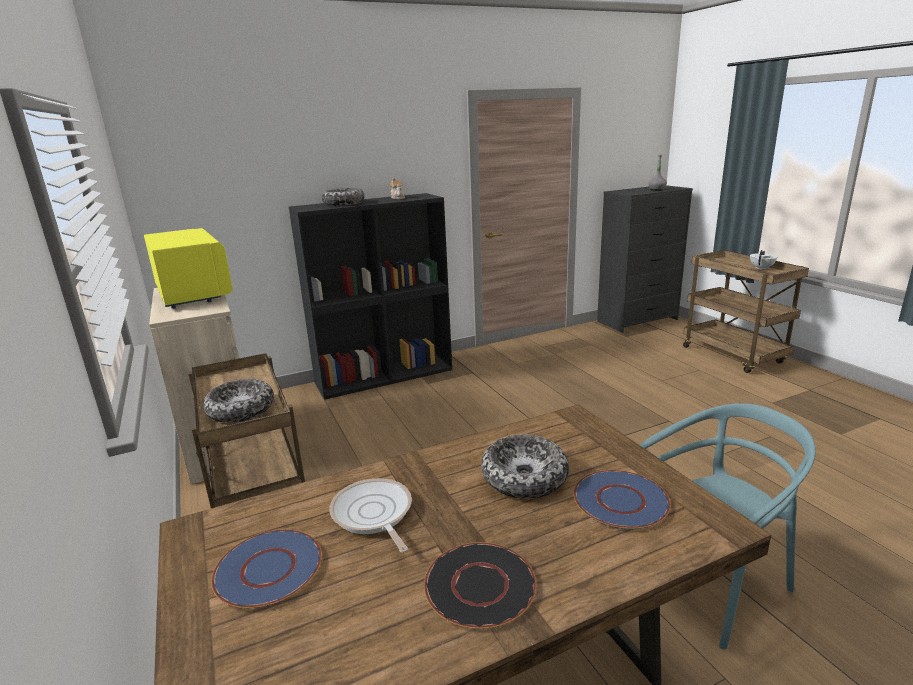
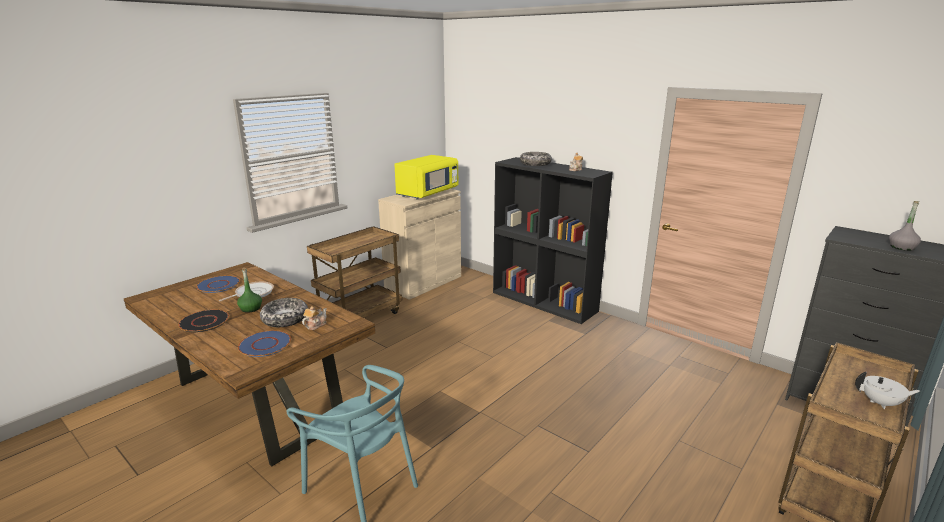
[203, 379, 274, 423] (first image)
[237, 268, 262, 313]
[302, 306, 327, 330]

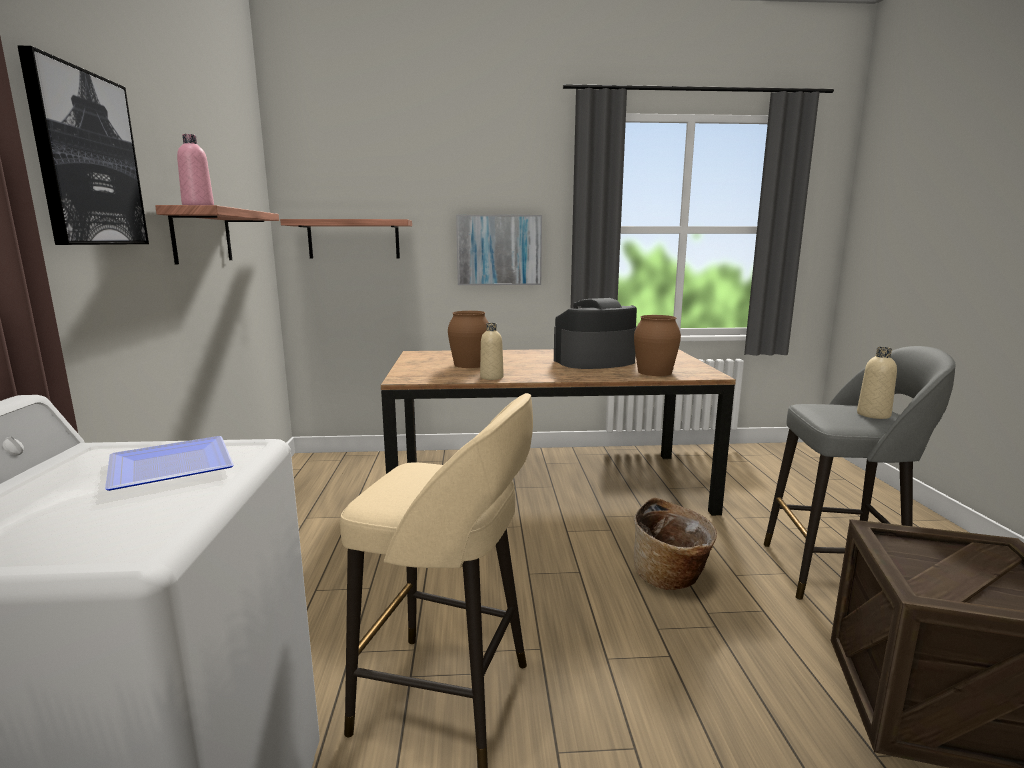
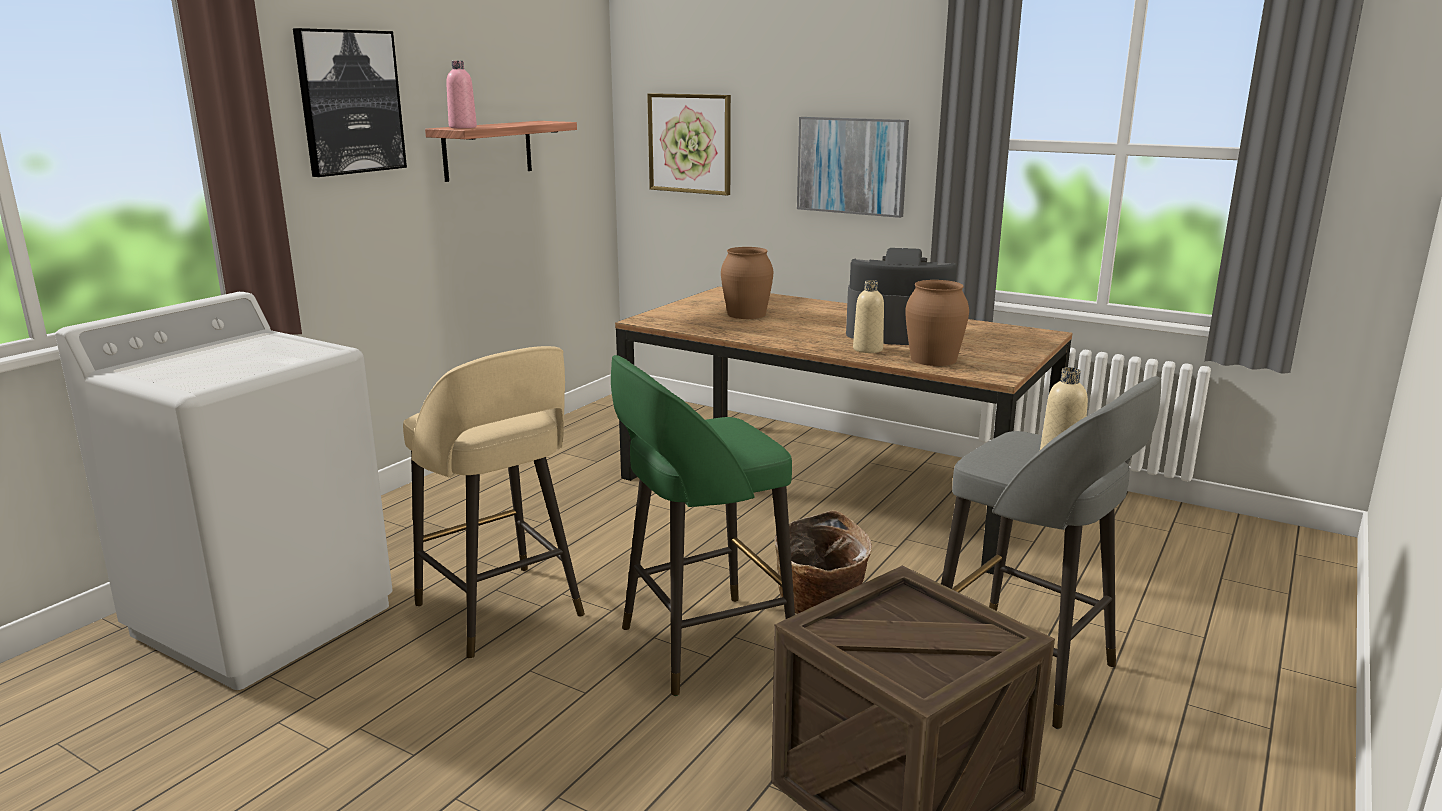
[647, 93, 731, 196]
[853, 280, 884, 353]
[105, 436, 234, 491] (first image)
[611, 355, 795, 696]

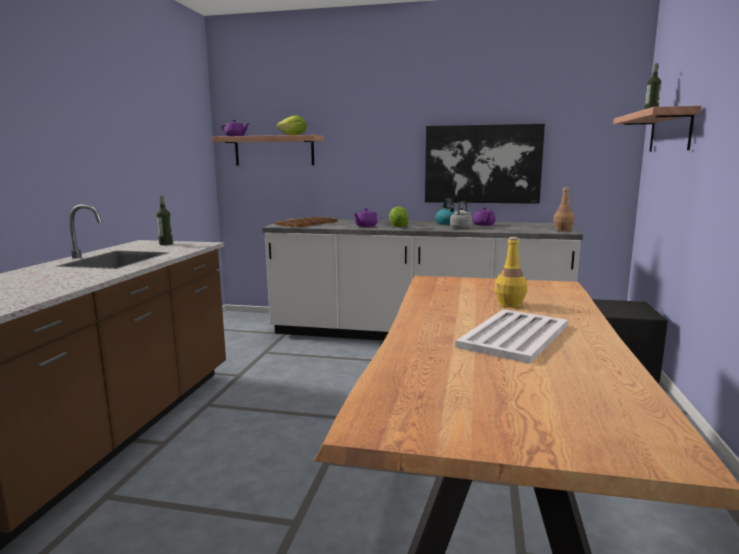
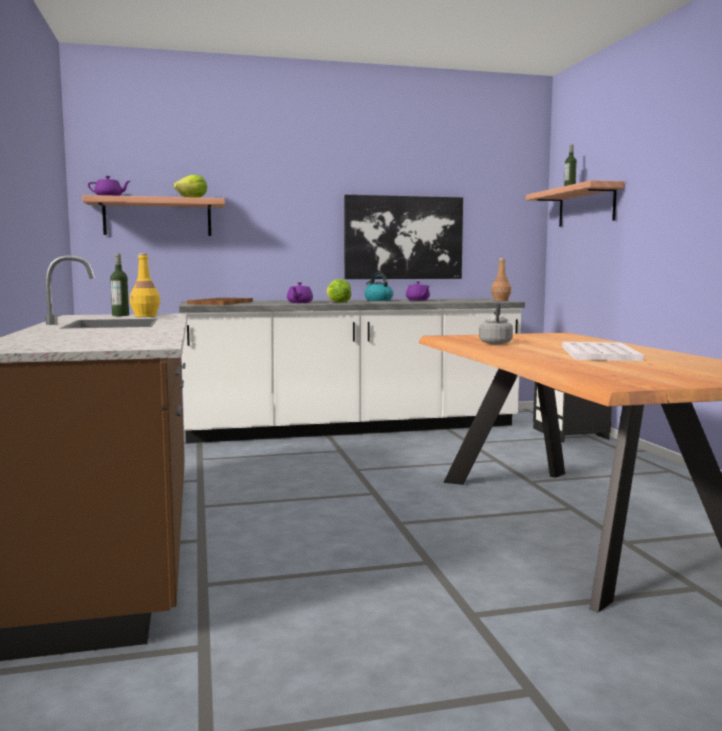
[479, 302, 513, 344]
[130, 253, 160, 317]

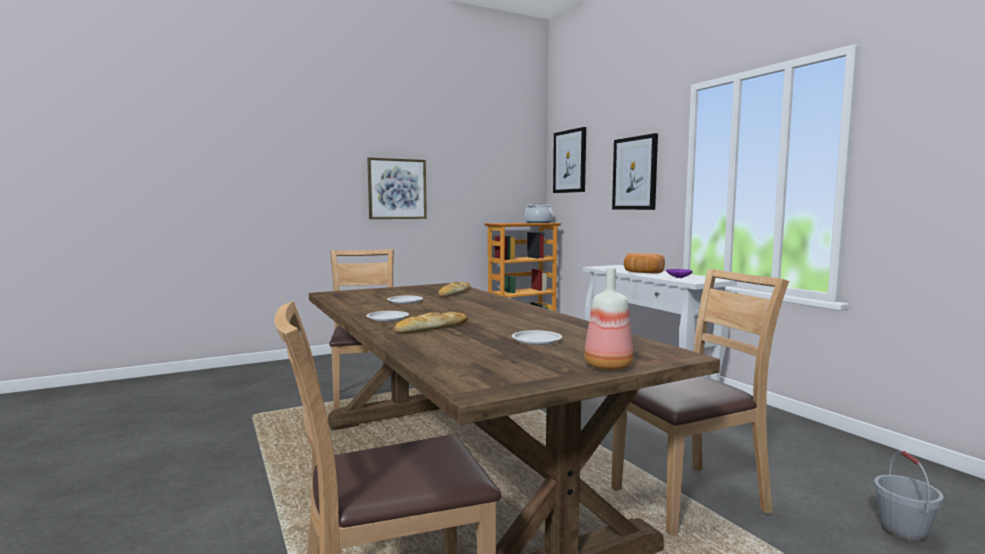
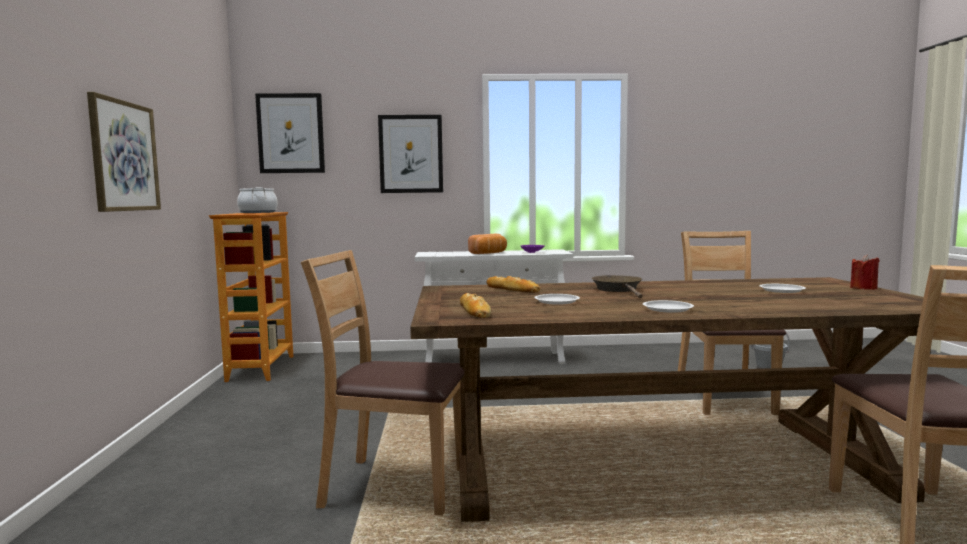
[850, 255, 880, 290]
[460, 293, 491, 318]
[591, 275, 643, 298]

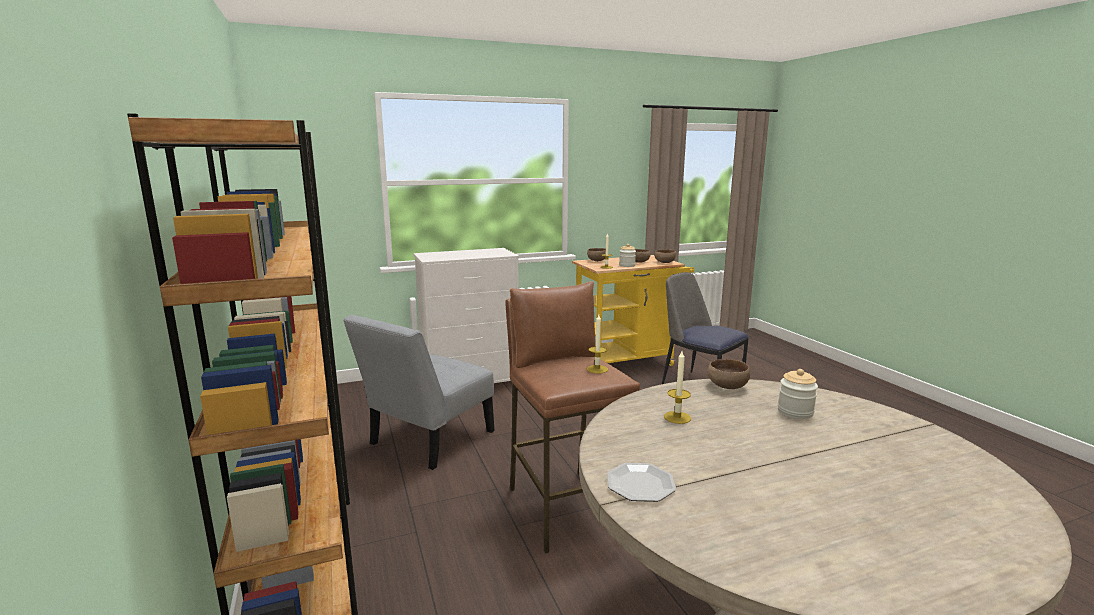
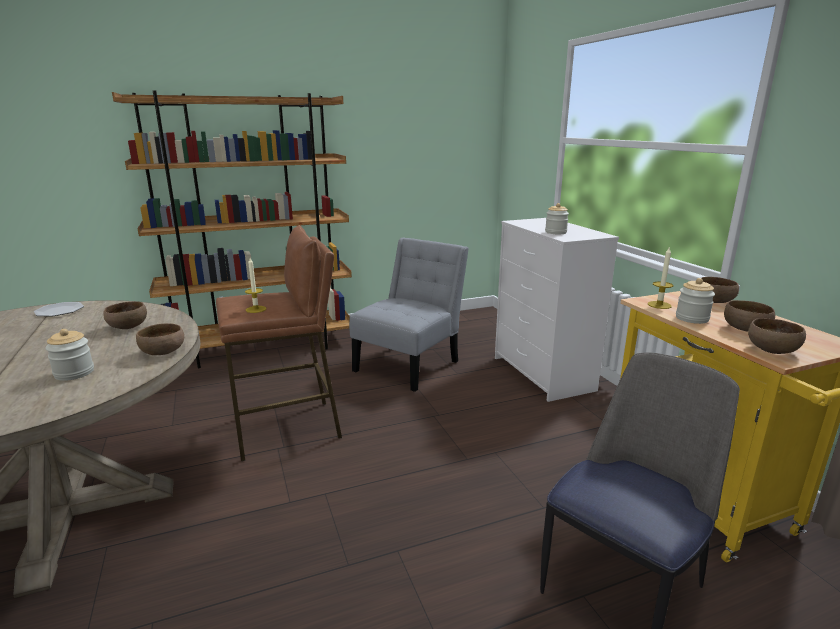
[349, 238, 469, 392]
[103, 301, 147, 329]
[545, 203, 569, 234]

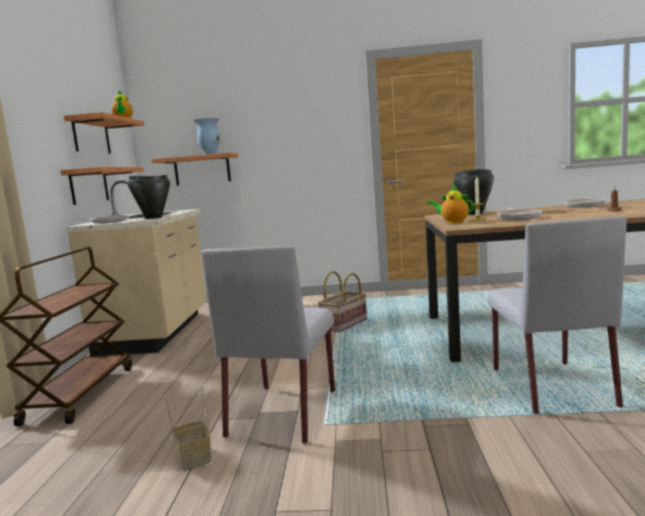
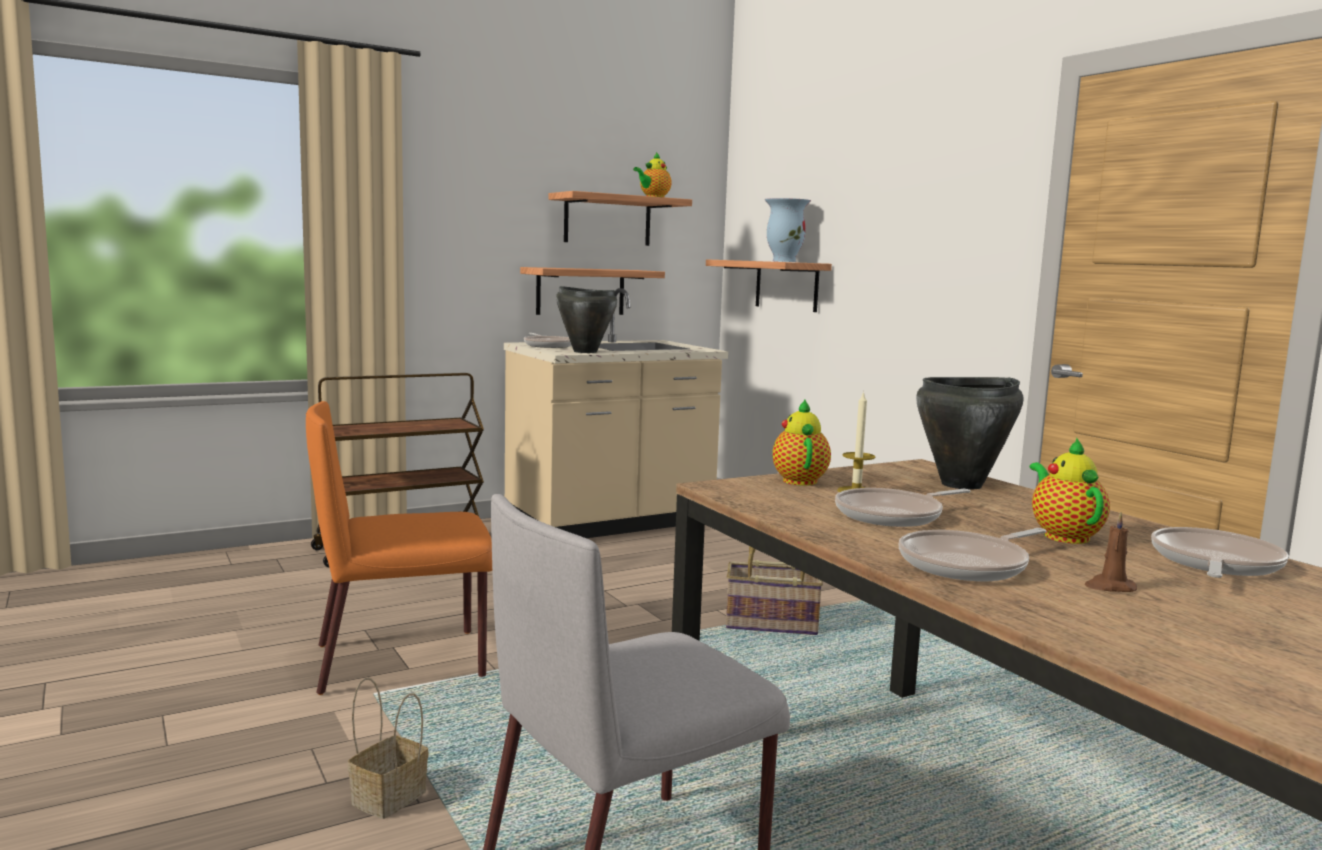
[306, 401, 492, 695]
[348, 678, 428, 819]
[1030, 438, 1110, 544]
[898, 528, 1047, 581]

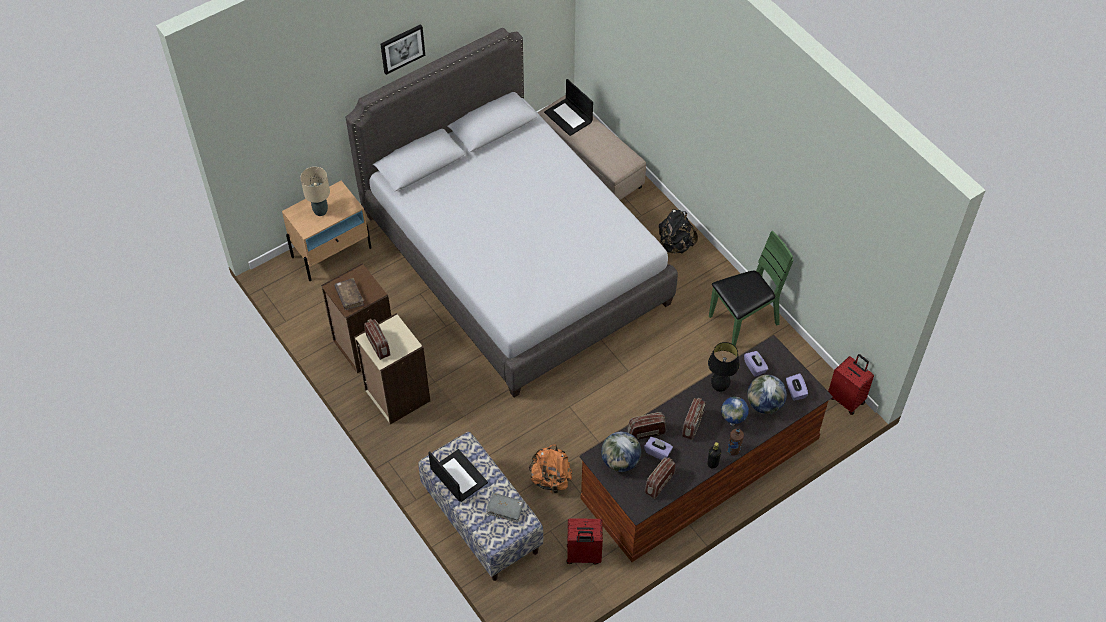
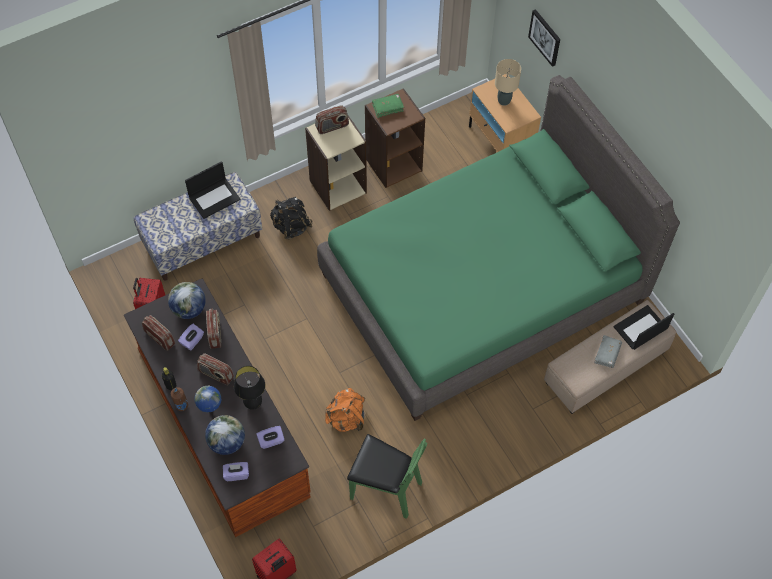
[528, 9, 560, 67]
[317, 75, 680, 421]
[270, 197, 313, 239]
[347, 434, 427, 519]
[372, 94, 404, 118]
[325, 388, 365, 432]
[594, 335, 622, 368]

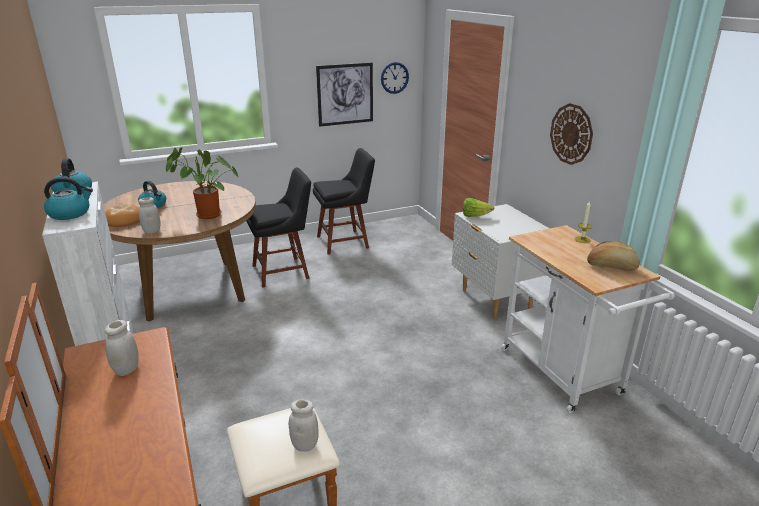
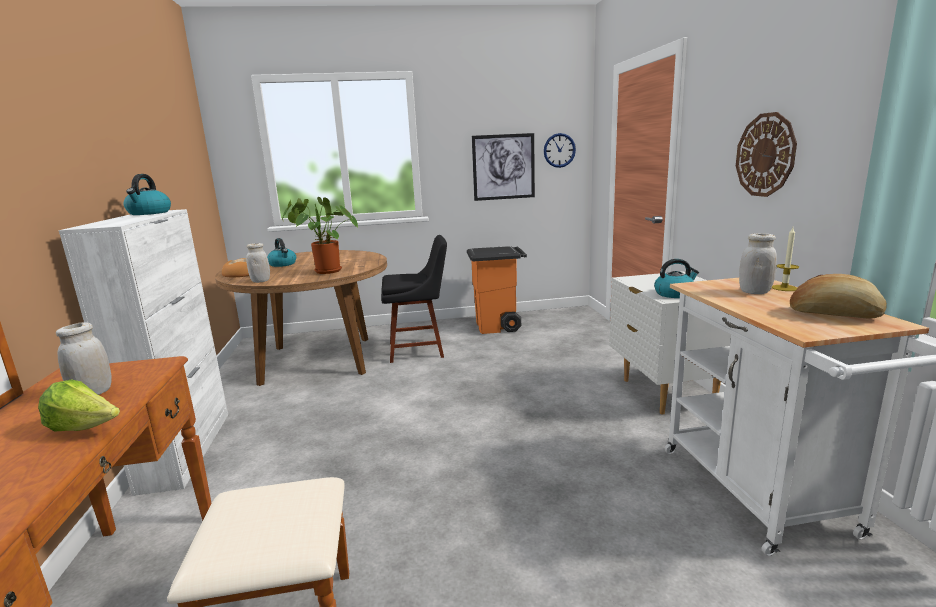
[467, 246, 527, 334]
[654, 259, 699, 298]
[38, 379, 120, 431]
[739, 233, 777, 294]

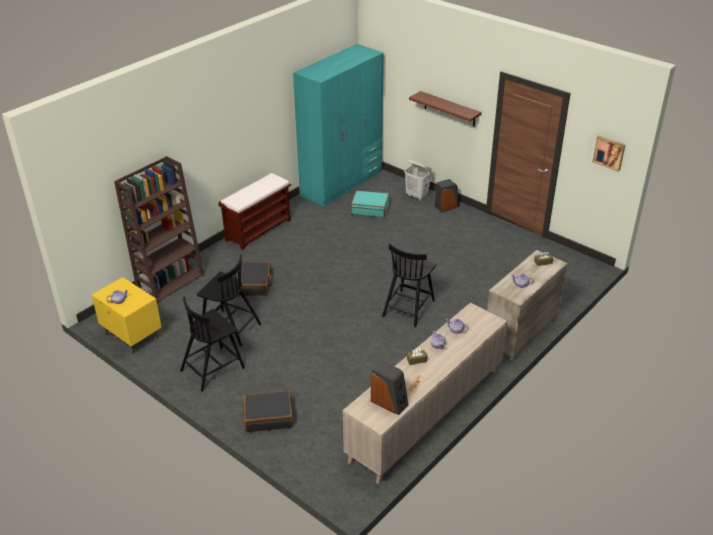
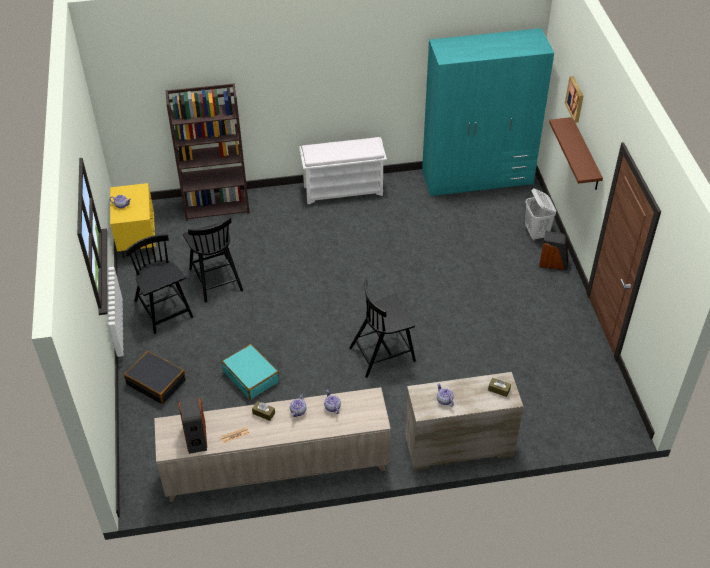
[565, 76, 584, 123]
[299, 137, 387, 204]
[222, 344, 279, 400]
[239, 262, 272, 296] (first image)
[125, 234, 193, 334]

